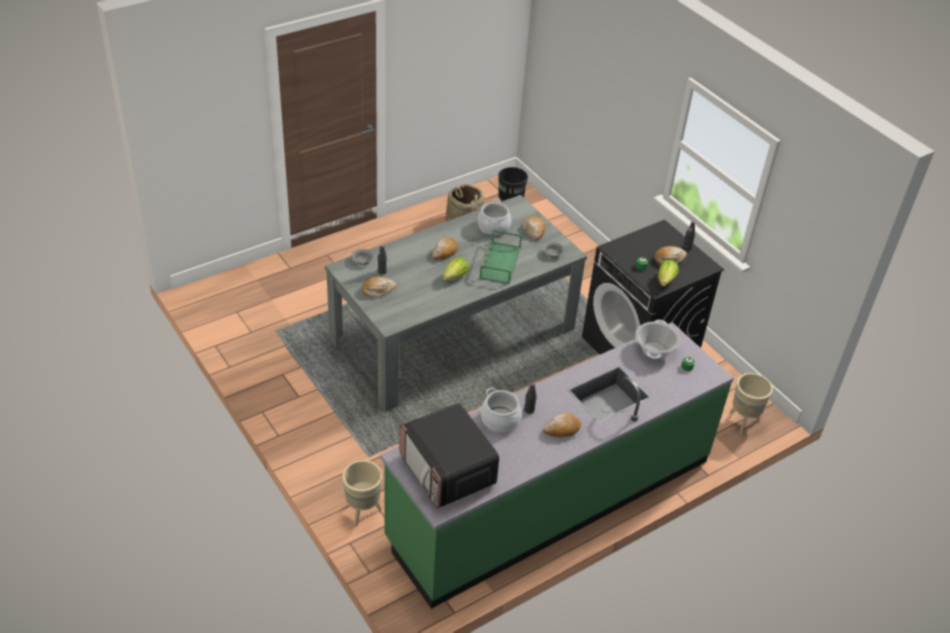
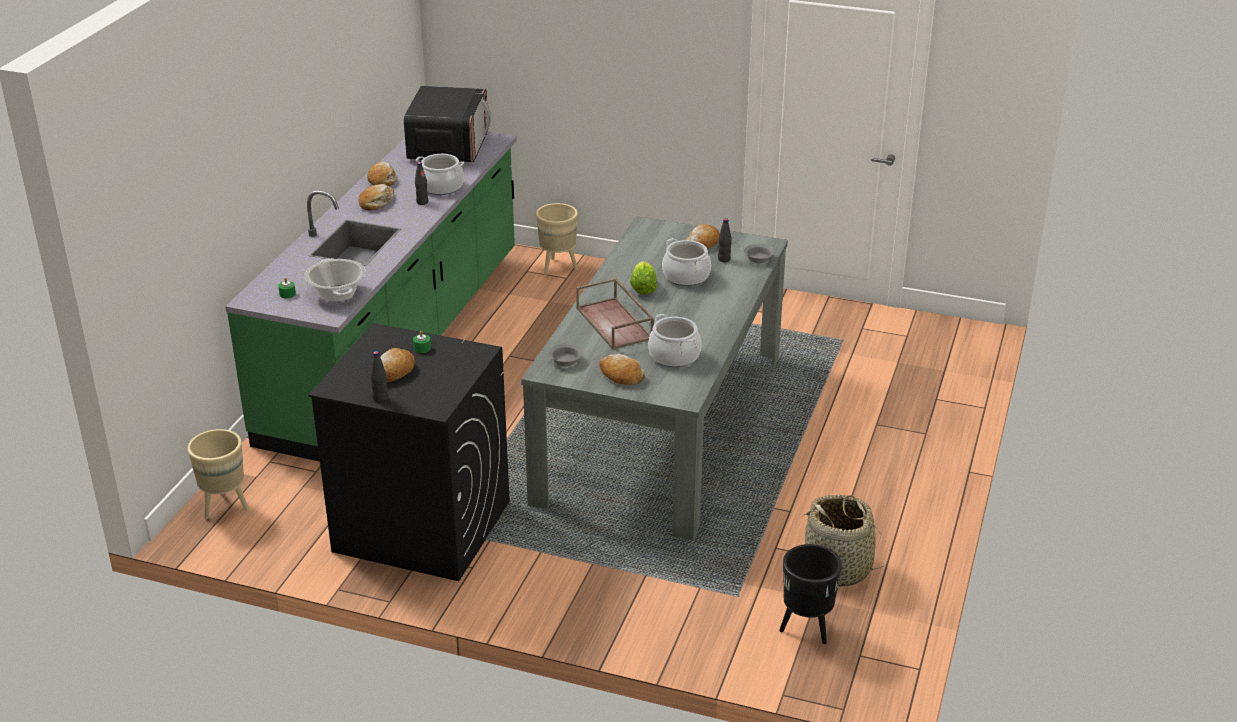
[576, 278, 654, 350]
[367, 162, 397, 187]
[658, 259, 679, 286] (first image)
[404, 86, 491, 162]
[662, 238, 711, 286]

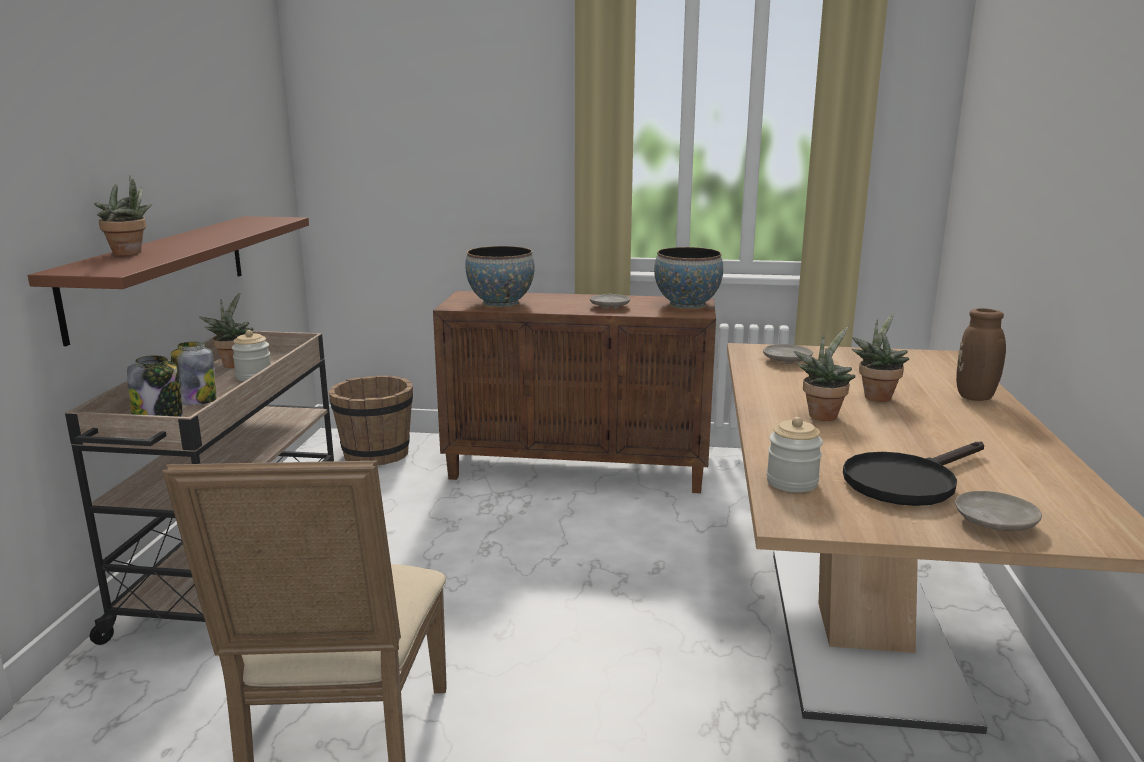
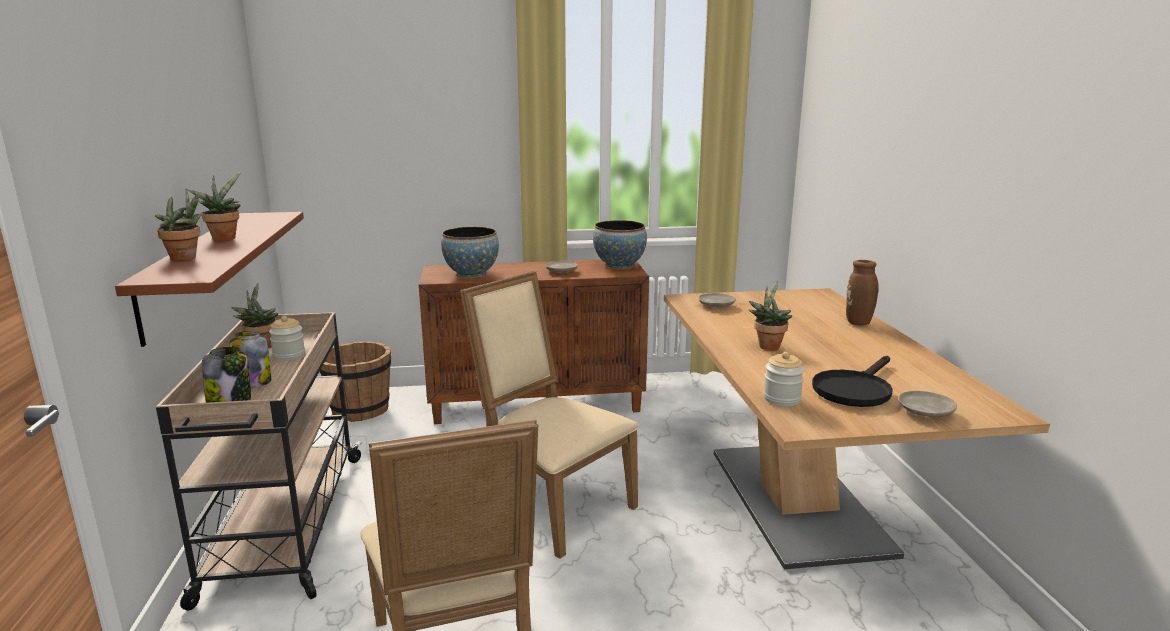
[188, 172, 241, 241]
[460, 271, 638, 559]

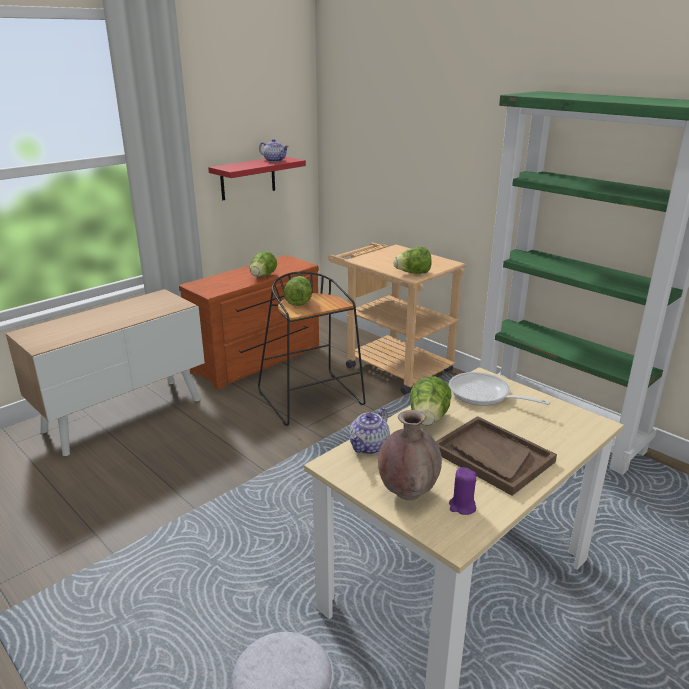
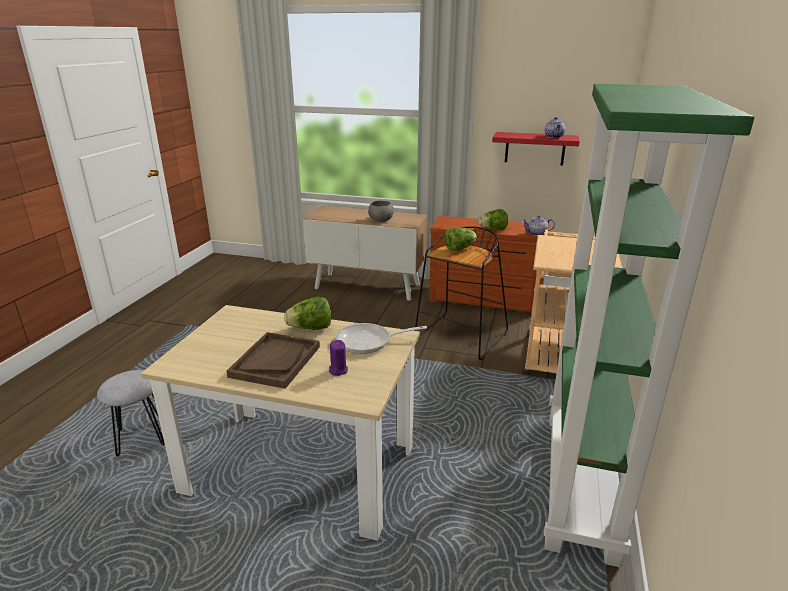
[393, 247, 432, 274] (first image)
[336, 323, 427, 354]
[522, 215, 555, 236]
[378, 410, 442, 500] (first image)
[329, 340, 348, 376]
[368, 201, 394, 222]

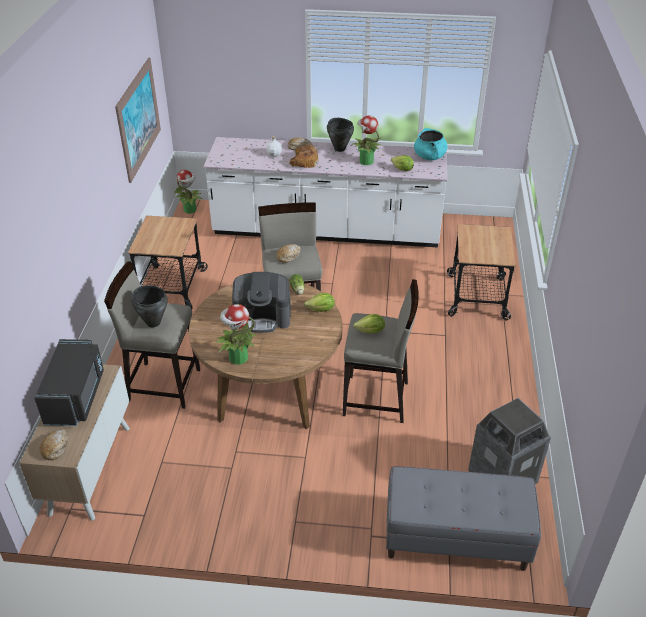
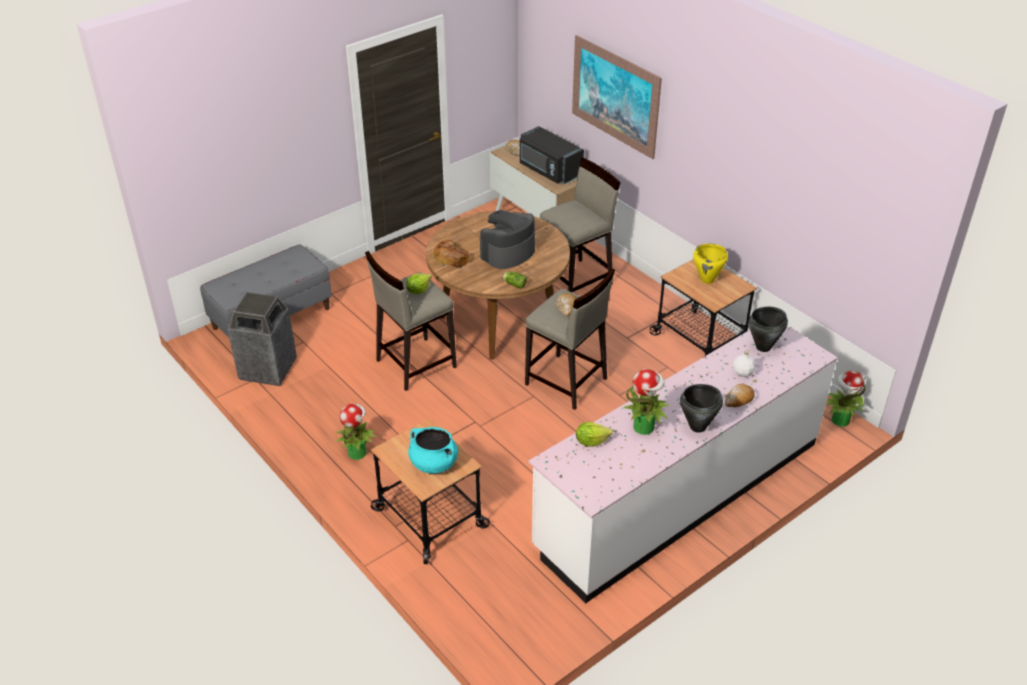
[572, 35, 662, 159]
[408, 427, 458, 474]
[433, 240, 470, 268]
[748, 307, 788, 352]
[304, 293, 335, 312] (first image)
[334, 404, 377, 460]
[693, 244, 728, 284]

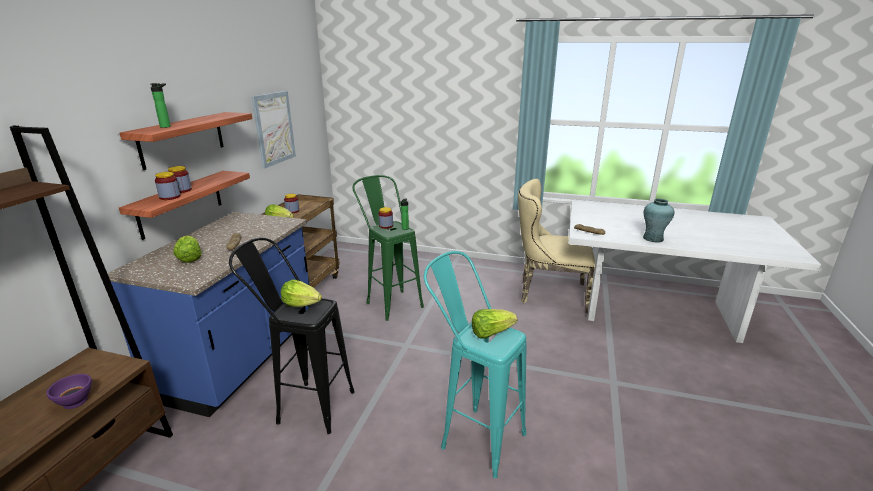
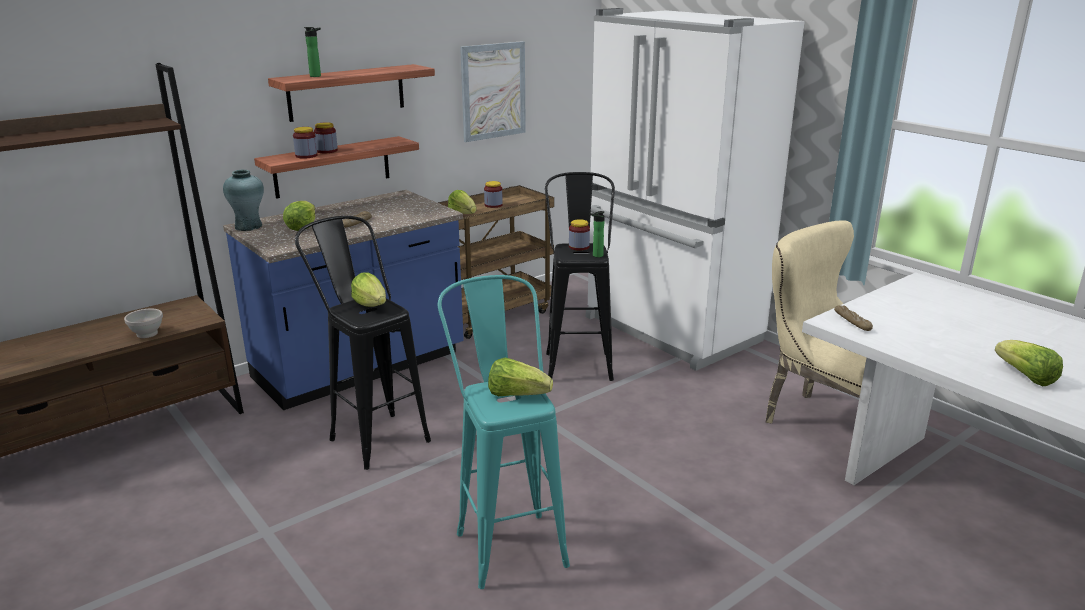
[545, 172, 615, 381]
[223, 170, 264, 231]
[124, 309, 163, 338]
[586, 8, 805, 371]
[995, 340, 1063, 386]

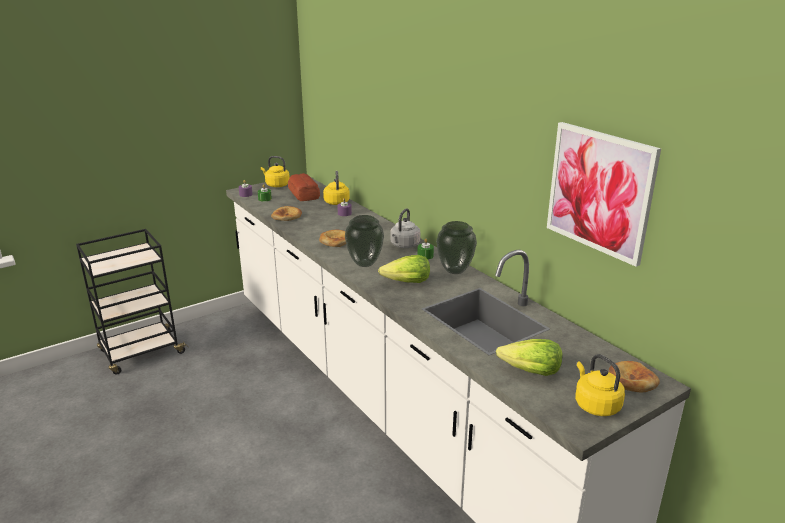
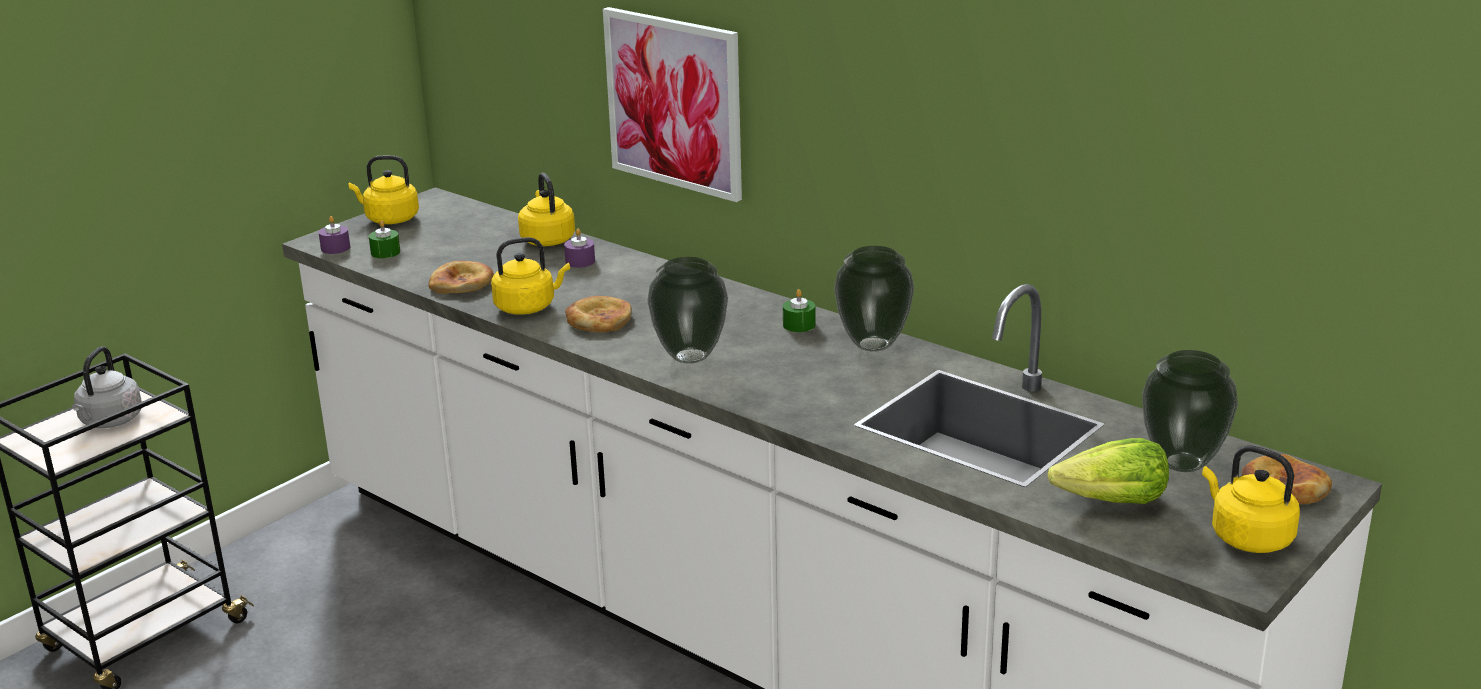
[603, 7, 742, 202]
[288, 173, 320, 201] (first image)
[72, 346, 142, 428]
[378, 255, 430, 283] (first image)
[491, 237, 570, 315]
[1142, 350, 1238, 472]

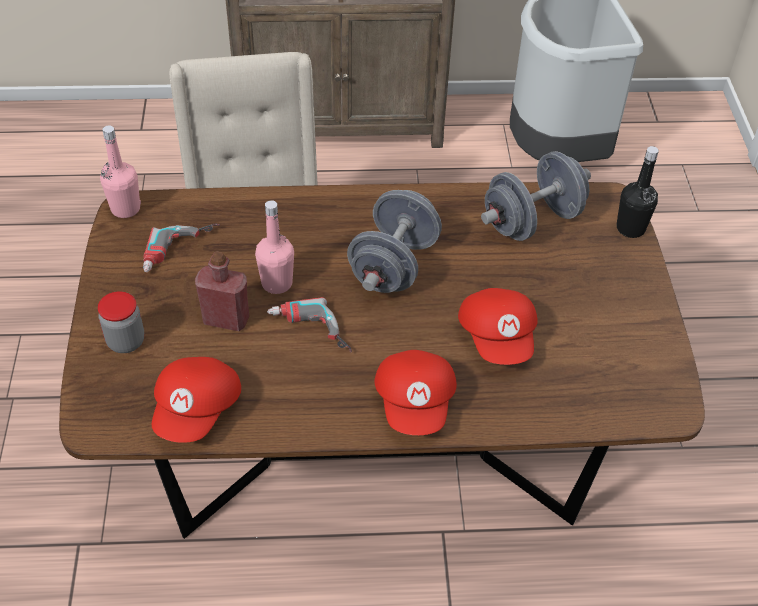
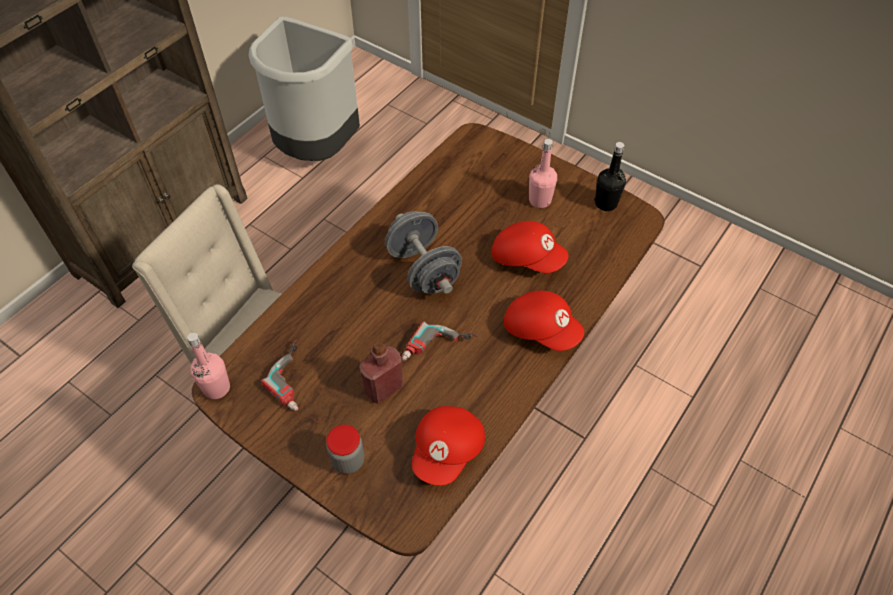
[594, 142, 626, 211]
[481, 151, 591, 241] (first image)
[529, 139, 557, 208]
[412, 406, 485, 485]

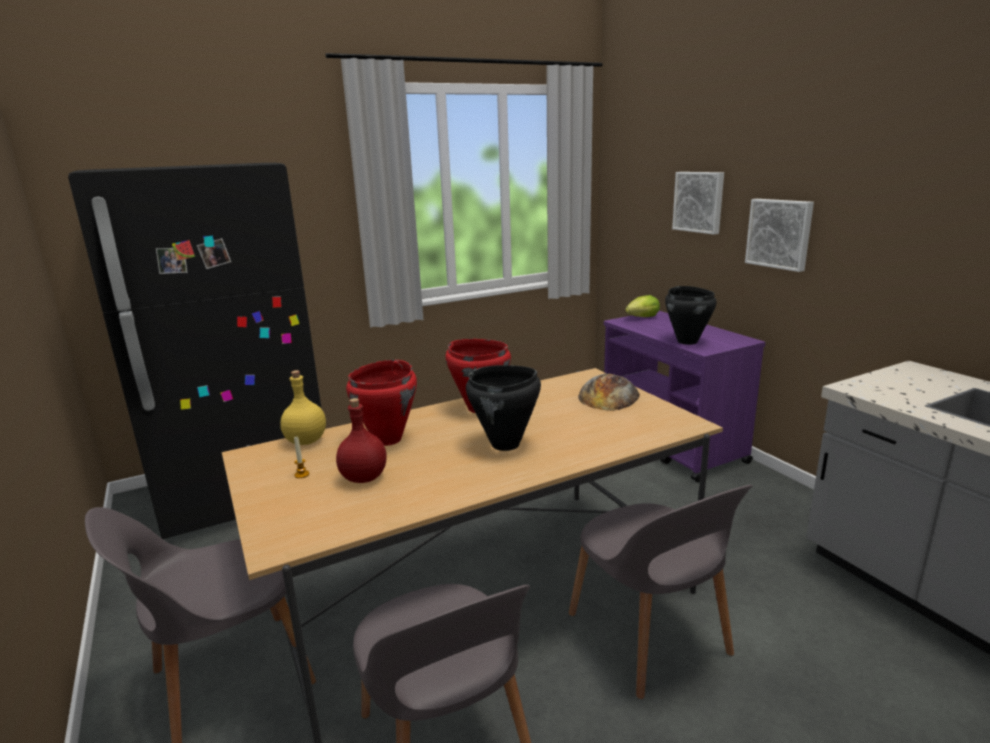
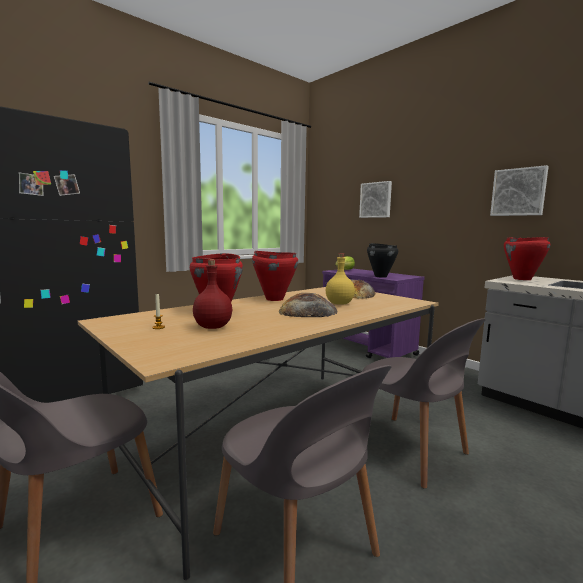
[490, 165, 549, 216]
[279, 293, 338, 317]
[326, 253, 355, 305]
[504, 237, 551, 280]

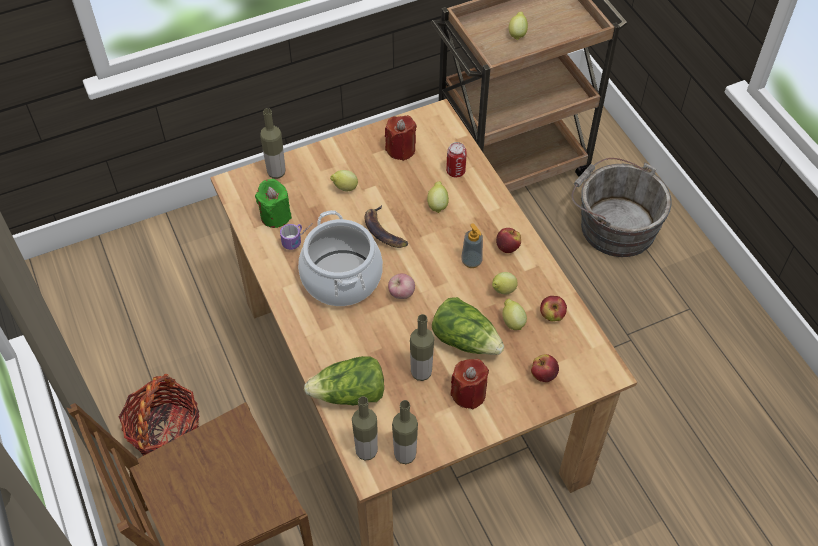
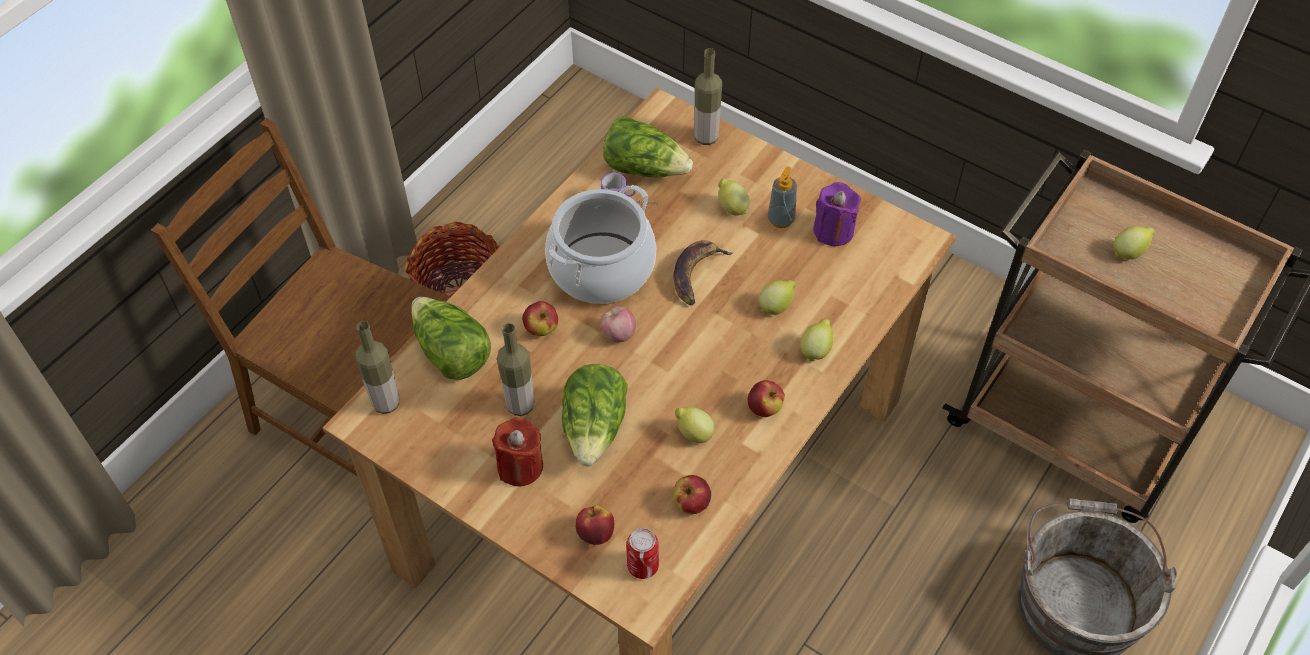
[813, 182, 861, 246]
[627, 528, 659, 579]
[603, 116, 693, 177]
[768, 166, 797, 228]
[800, 319, 833, 362]
[392, 400, 418, 464] (first image)
[522, 301, 558, 336]

